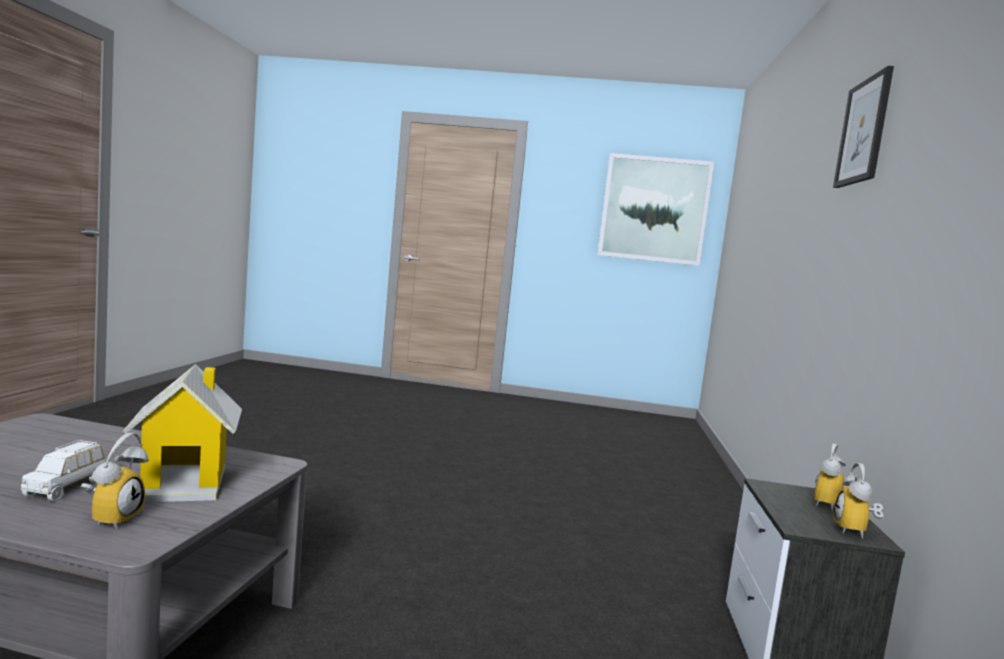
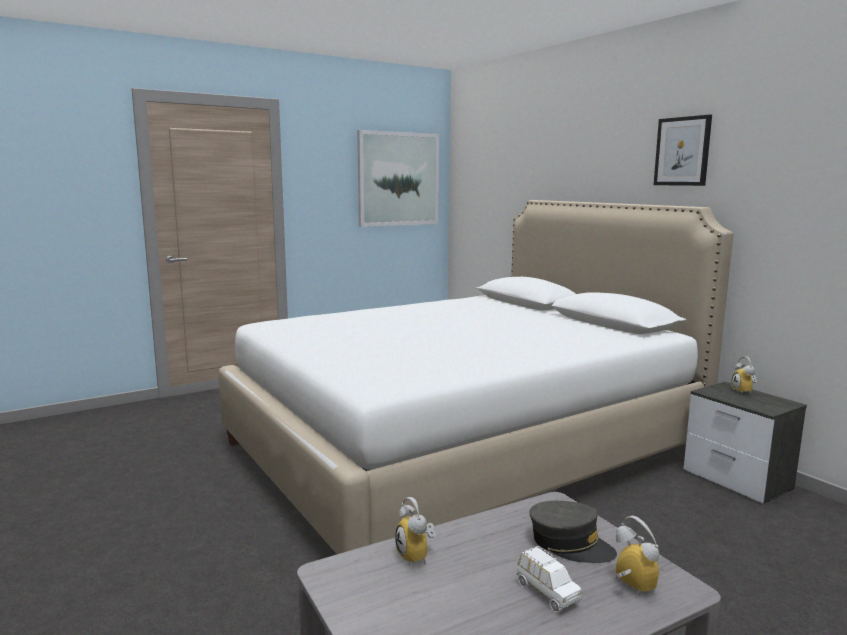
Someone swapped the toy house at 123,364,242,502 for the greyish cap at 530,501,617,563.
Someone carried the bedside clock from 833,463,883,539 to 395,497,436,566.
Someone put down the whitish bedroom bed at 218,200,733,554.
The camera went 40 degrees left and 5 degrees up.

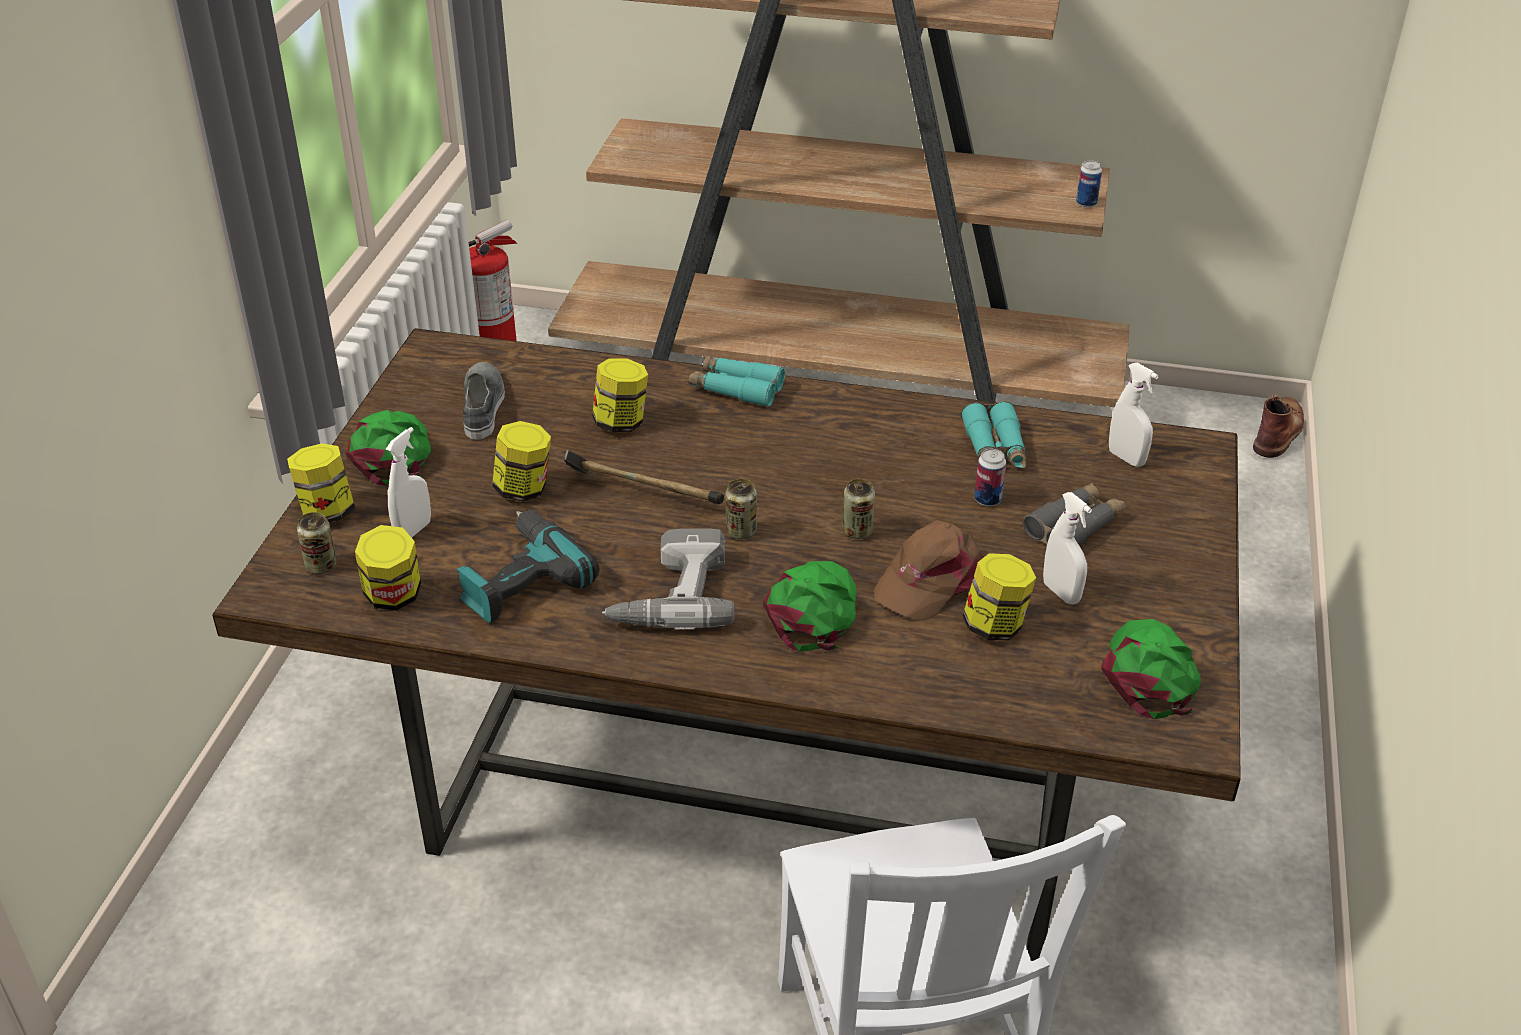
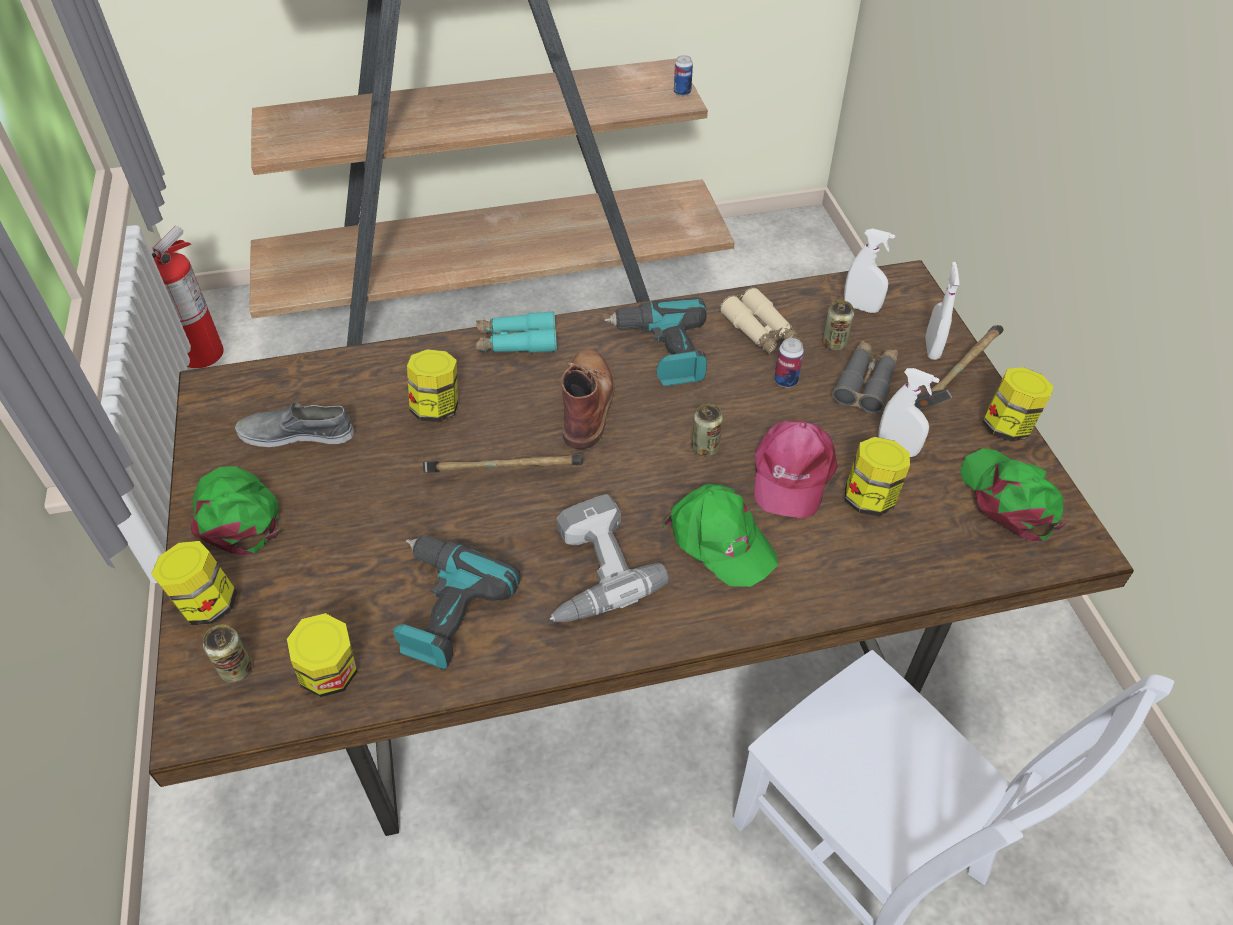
Someone rotated the greyish low shoe at 463,362,505,439 by 60 degrees counterclockwise.
Someone carried the brownish boot from 1253,394,1304,458 to 561,349,614,449.
Someone repainted the turquoise binoculars at 961,401,1027,469, which became the beige-coloured binoculars at 720,288,800,355.
Someone carried the storage jar from 492,421,551,502 to 983,367,1053,442.
Someone carried the whitish spray bottle from 386,427,431,538 to 925,262,960,360.
Someone carried the sealed can from 726,479,757,539 to 822,300,854,350.
Someone repainted the brownish cap at 874,520,982,621, which became the pinkish cap at 754,421,838,518.
Someone rotated the green-coloured cap at 763,561,857,652 by 150 degrees clockwise.
Someone put down the electric drill at 604,297,707,386.
Someone put down the hammer at 914,325,1004,409.
The camera went 25 degrees left and 10 degrees up.

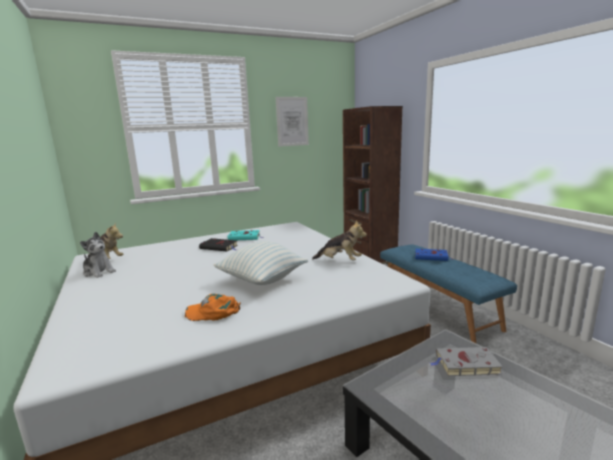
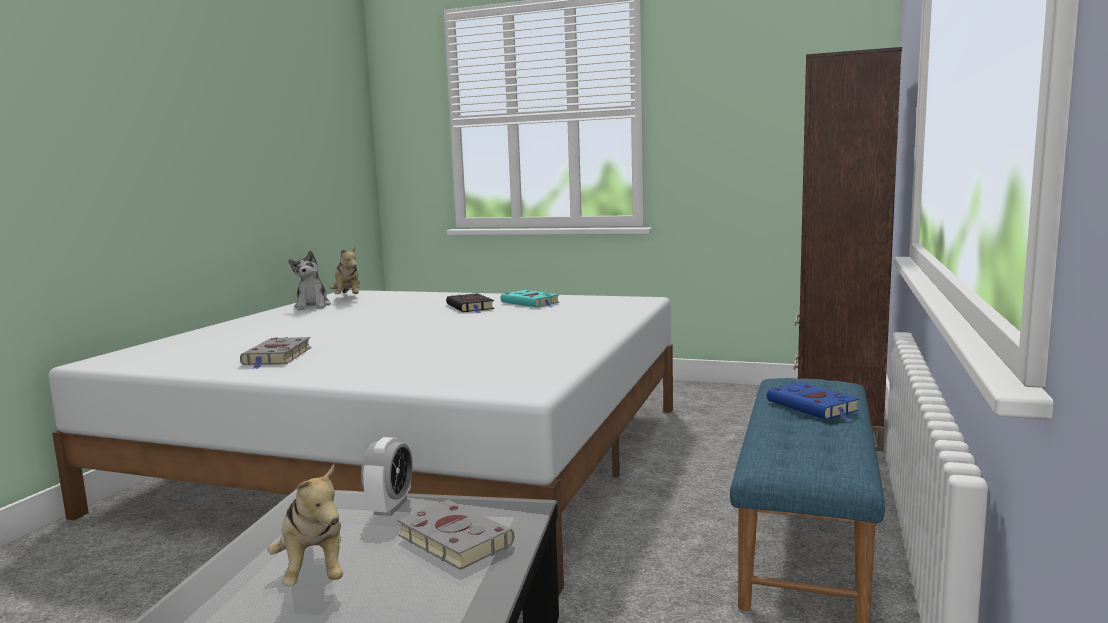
Someone took away the picture at 276,97,309,147.
Someone carried the plush toy from 312,220,367,261 to 267,464,343,586.
Someone took away the throw pillow at 214,241,308,285.
Someone swapped the orangey cap at 185,294,241,321 for the greyish volume at 240,337,312,369.
Someone put down the bedside clock at 361,437,413,516.
The camera went 45 degrees right and 5 degrees down.

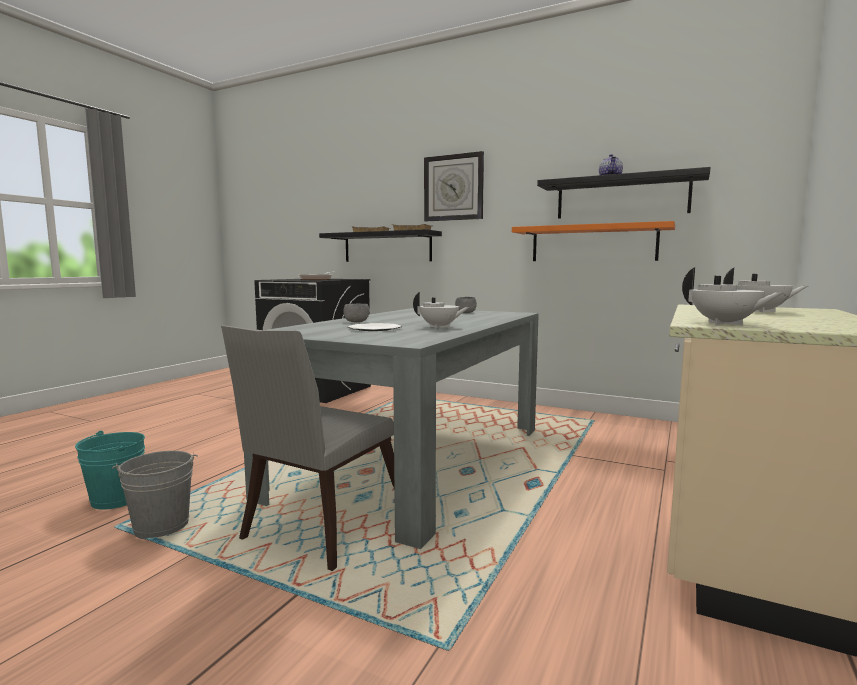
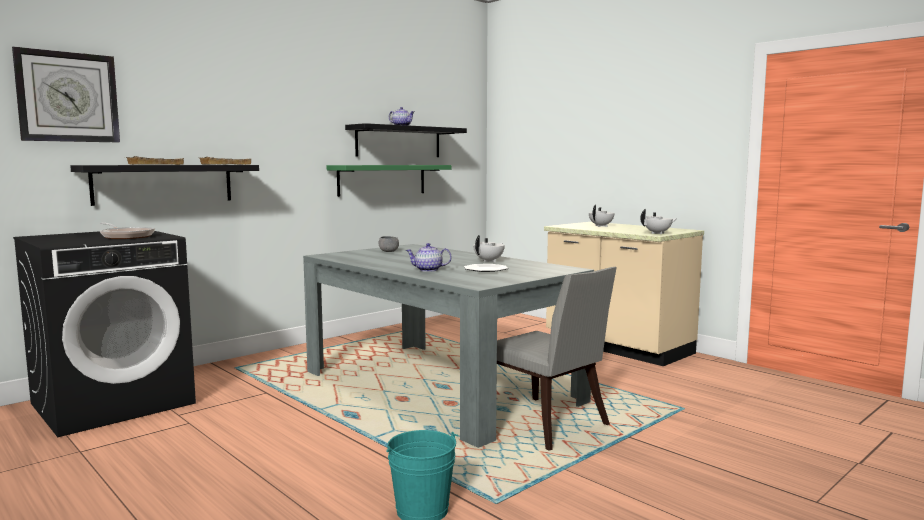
Someone carried the wall clock from 424,151,484,221 to 12,47,120,143.
Someone repainted the orangey shelf at 512,221,675,261, which became the green-coloured shelf at 327,165,452,197.
Someone swapped the greyish serving bowl at 343,304,370,323 for the tea pot at 406,243,452,272.
Someone took away the greyish water bucket at 112,451,198,540.
The camera went 70 degrees left and 0 degrees up.

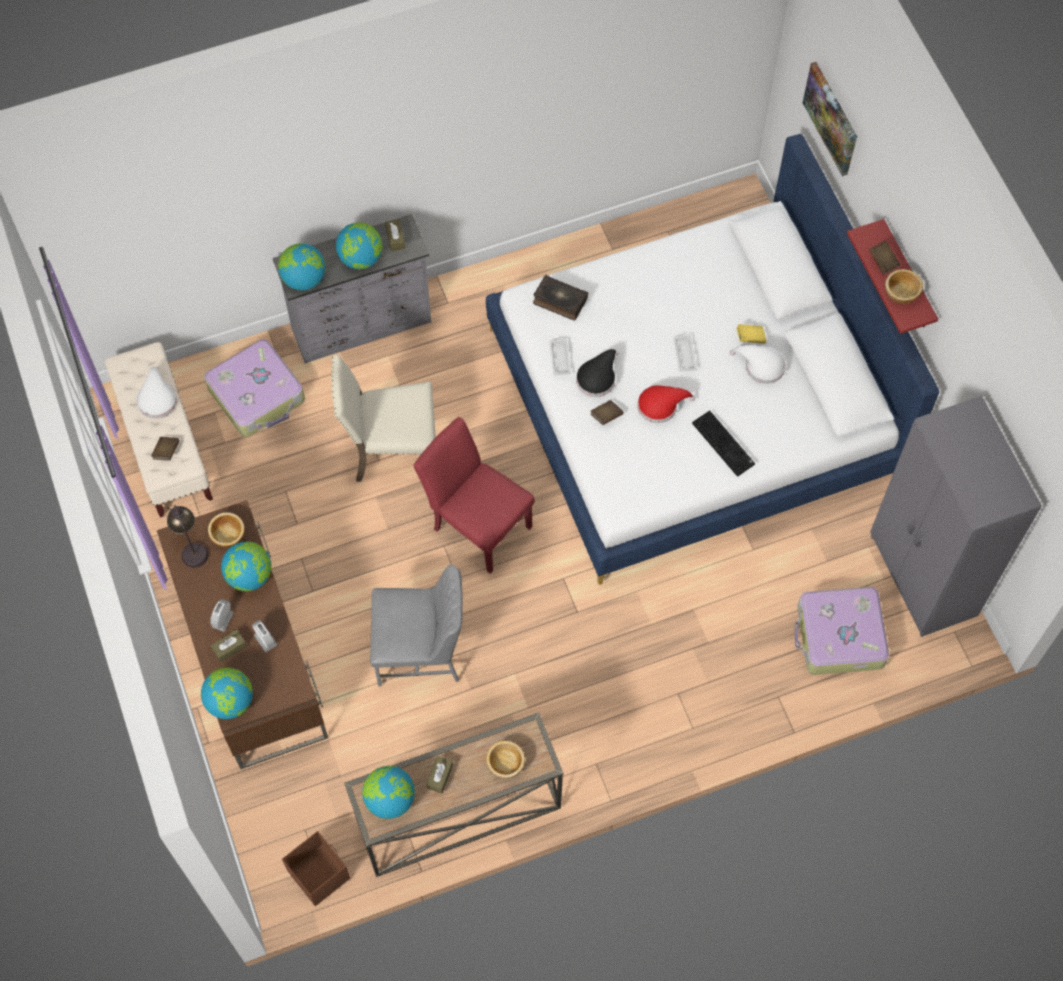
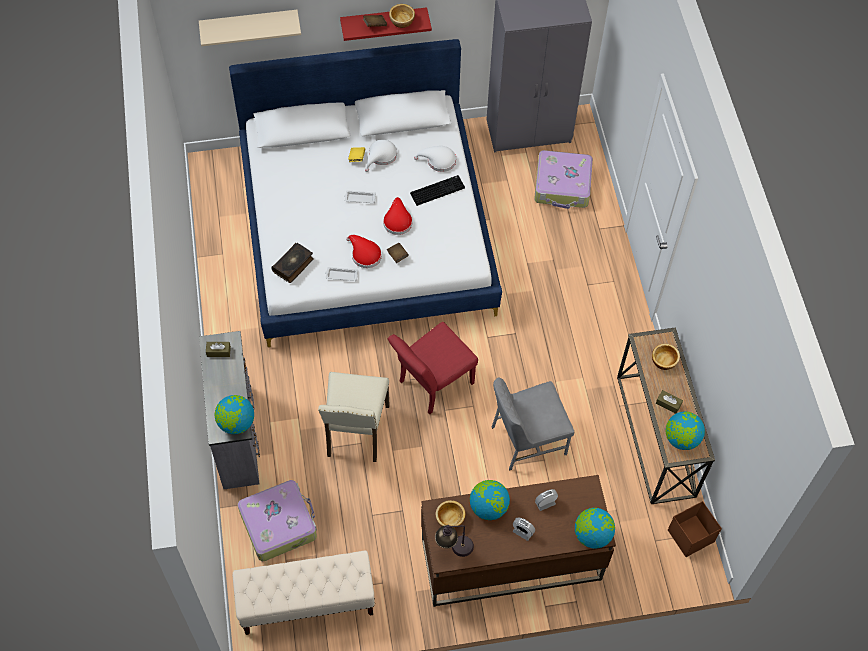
Someone swapped the picture at 803,62,857,176 for the beige-coloured shelf at 199,10,301,46.
Someone took away the globe at 336,222,382,269.
Someone repainted the black hat at 576,349,618,397, which became the red hat at 346,235,382,268.
Someone carried the whitish hat from 137,367,177,418 to 414,146,456,172.
Someone took away the brownish volume at 151,437,180,461.
Someone rotated the greyish chair at 370,565,463,686 by 120 degrees counterclockwise.
Someone took away the brownish box of tissues at 211,629,247,662.
The camera went 80 degrees left and 5 degrees down.

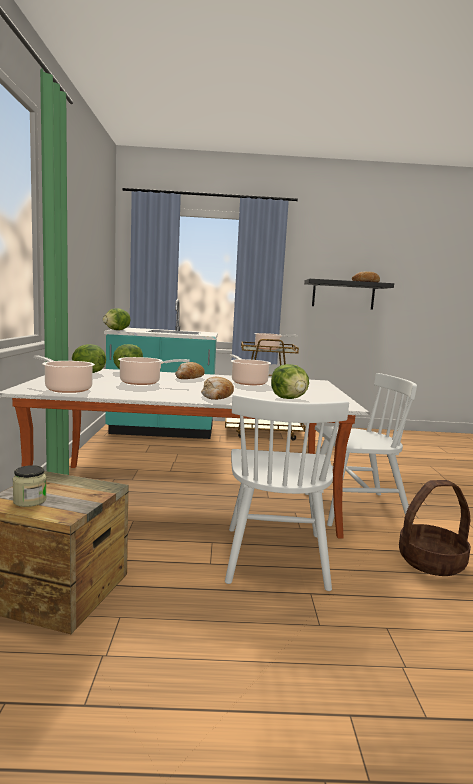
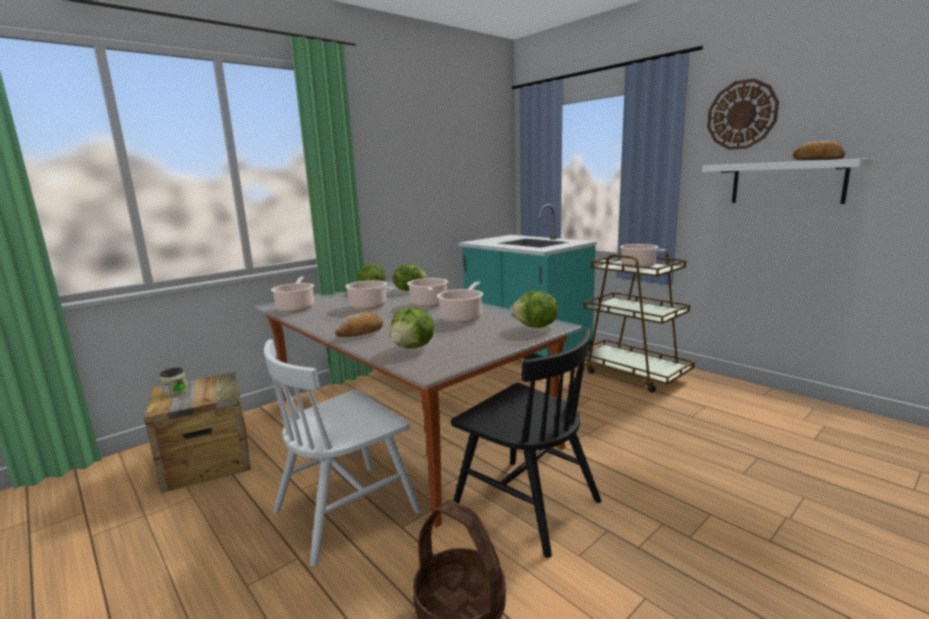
Someone repainted the black shelf at 304,279,394,309, which became the whitish shelf at 702,158,873,204.
Someone carried the head of lettuce from 103,308,130,330 to 510,291,558,328.
Someone swapped the bread at 175,362,205,379 for the stockpot at 407,278,448,307.
Someone repainted the whitish chair at 305,373,417,526, which became the black chair at 451,328,602,558.
Someone put up the wall clock at 707,78,779,150.
The camera went 50 degrees right and 5 degrees up.

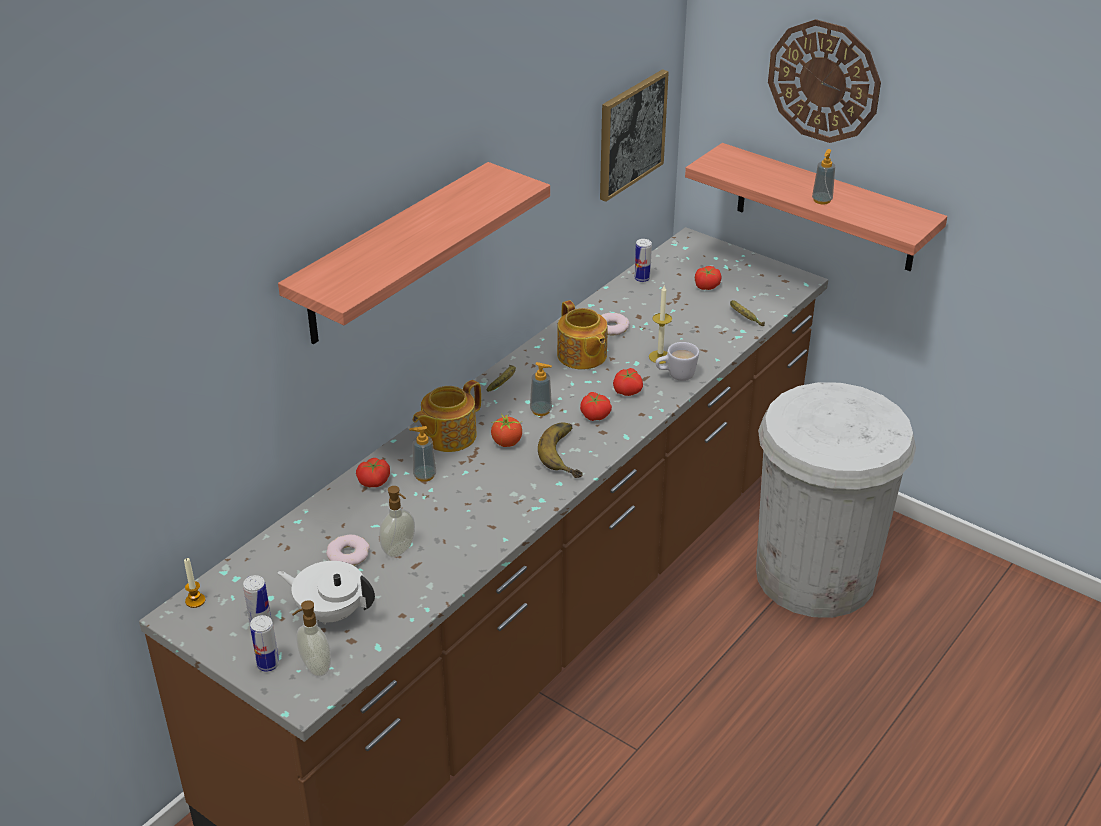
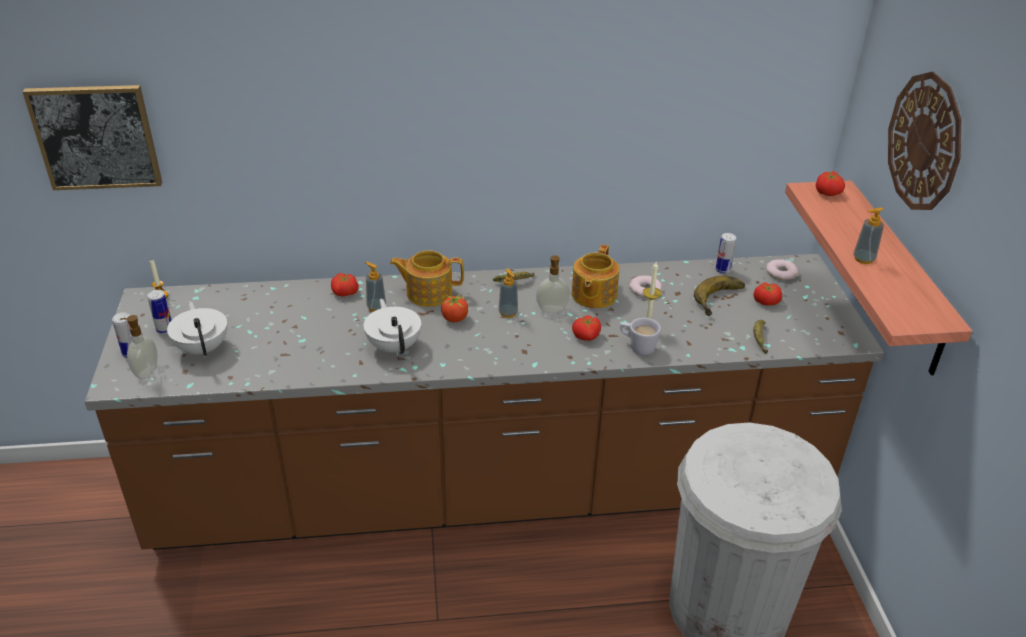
Someone carried the picture from 600,69,669,202 to 23,85,162,190.
Someone took away the shelf at 278,162,550,344.
Someone carried the tomato from 580,392,612,421 to 816,171,845,196.
Someone carried the banana from 538,422,583,478 to 694,276,745,316.
Someone carried the soap dispenser from 379,486,415,558 to 536,256,570,313.
Someone carried the doughnut from 326,535,370,566 to 766,259,798,280.
Someone put down the whitish tea pot at 364,299,421,355.
The camera went 45 degrees right and 0 degrees up.

